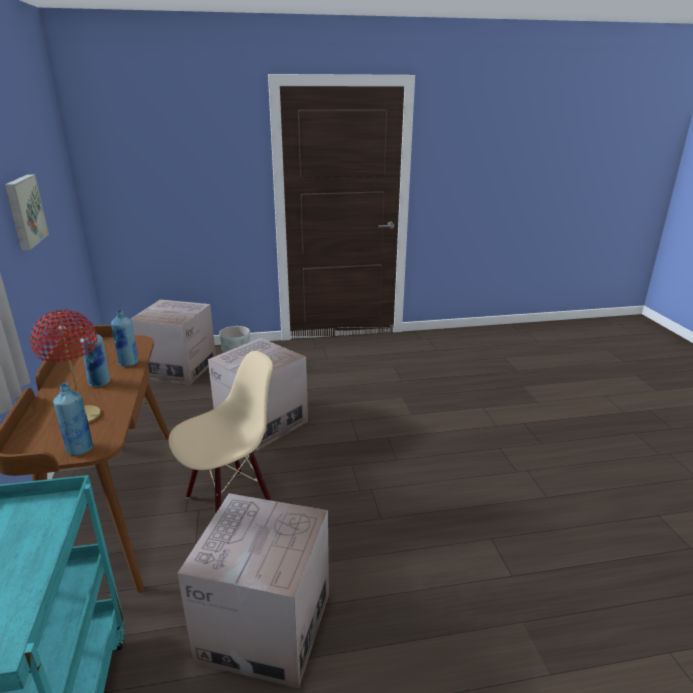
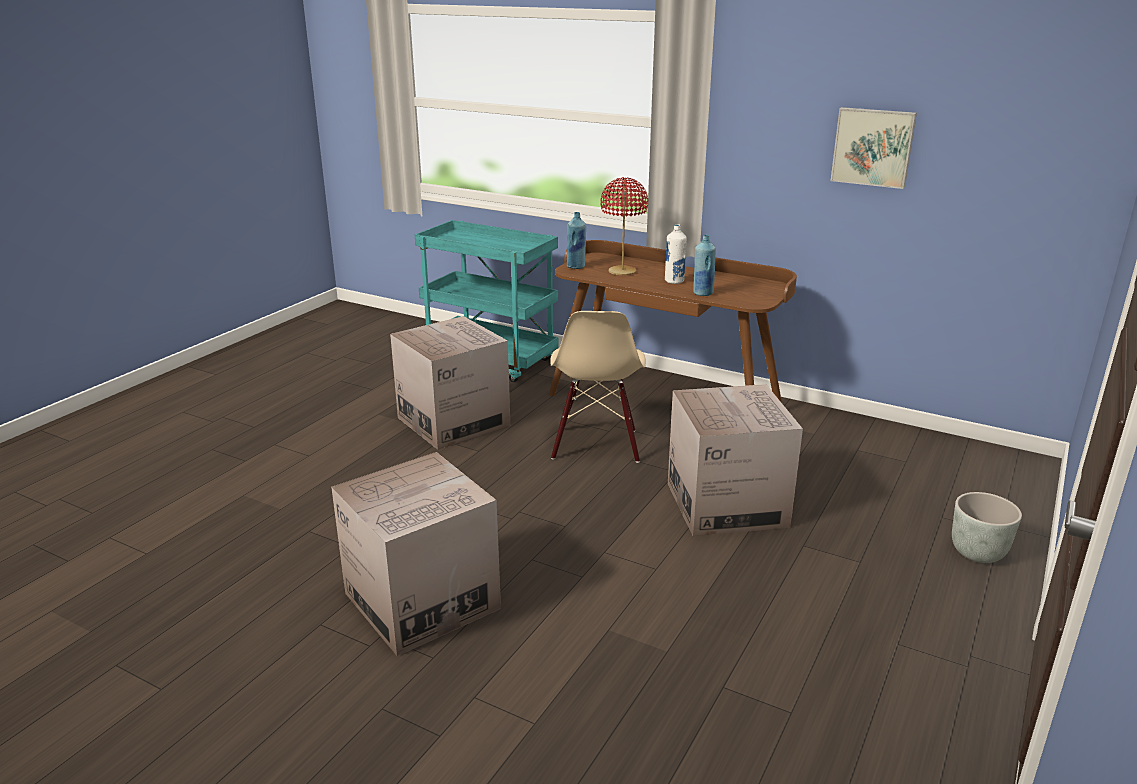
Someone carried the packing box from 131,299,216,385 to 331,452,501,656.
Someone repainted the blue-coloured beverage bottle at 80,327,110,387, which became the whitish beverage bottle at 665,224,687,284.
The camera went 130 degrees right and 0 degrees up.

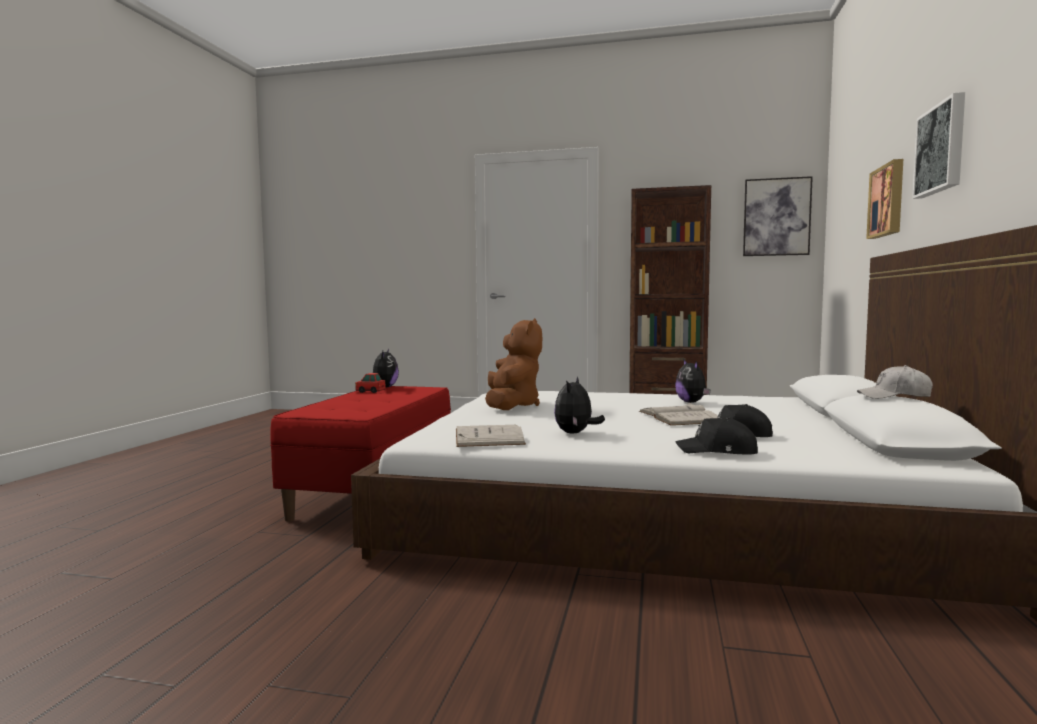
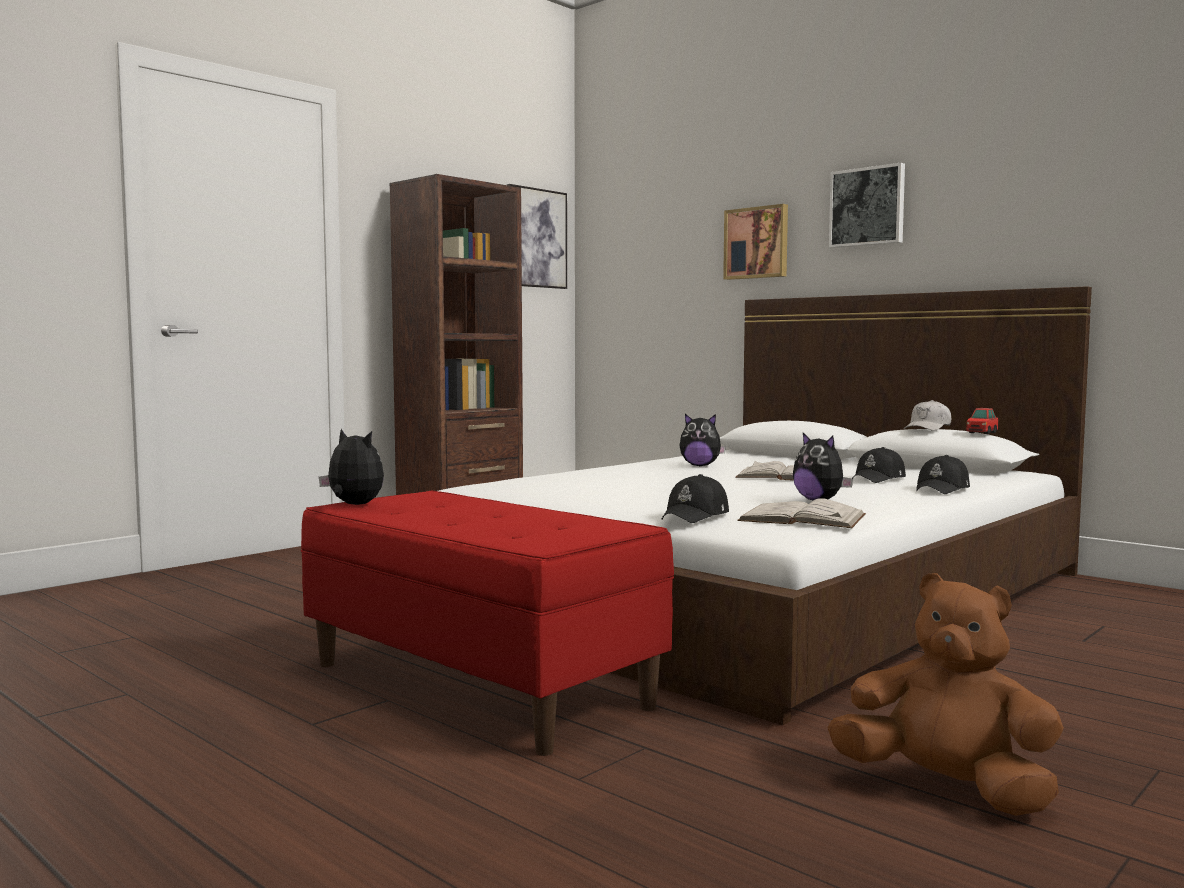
Someone carried the brownish plush toy from 485,318,542,410 to 827,573,1064,816.
Someone carried the model car from 355,373,386,393 to 966,408,999,434.
Someone put down the black cap at 661,474,729,523.
The camera went 60 degrees left and 0 degrees up.

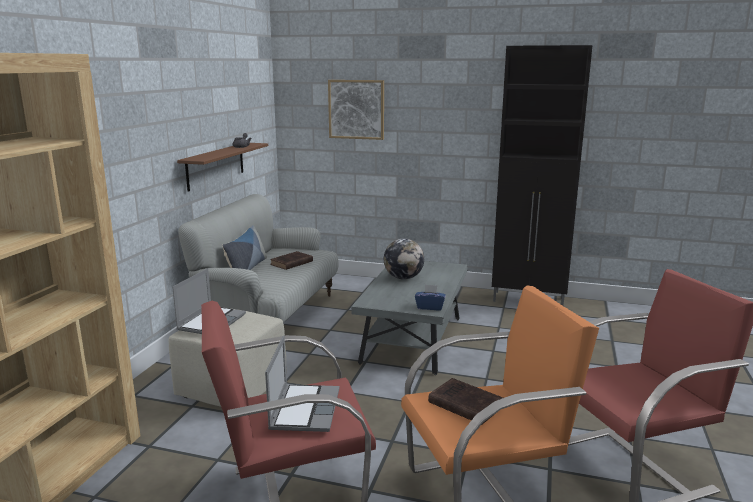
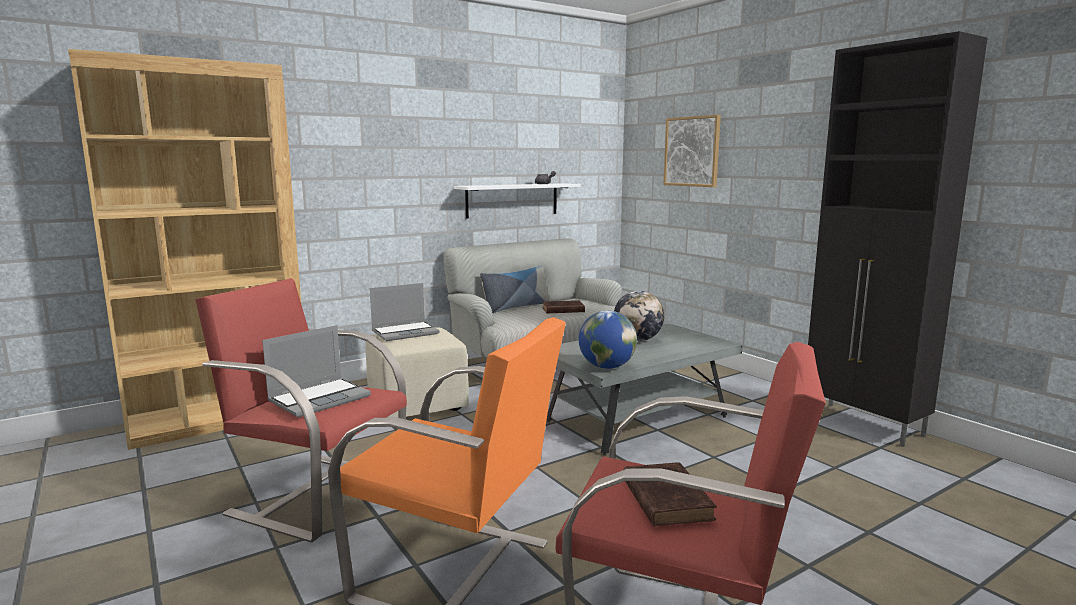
Someone repainted the brownish shelf at 177,143,268,192, which became the whitish shelf at 454,183,581,219.
Someone swapped the blue-coloured box of tissues at 415,284,446,310 for the globe at 579,311,637,369.
Someone carried the brownish volume from 428,378,503,425 to 623,462,717,527.
The camera went 40 degrees right and 5 degrees down.

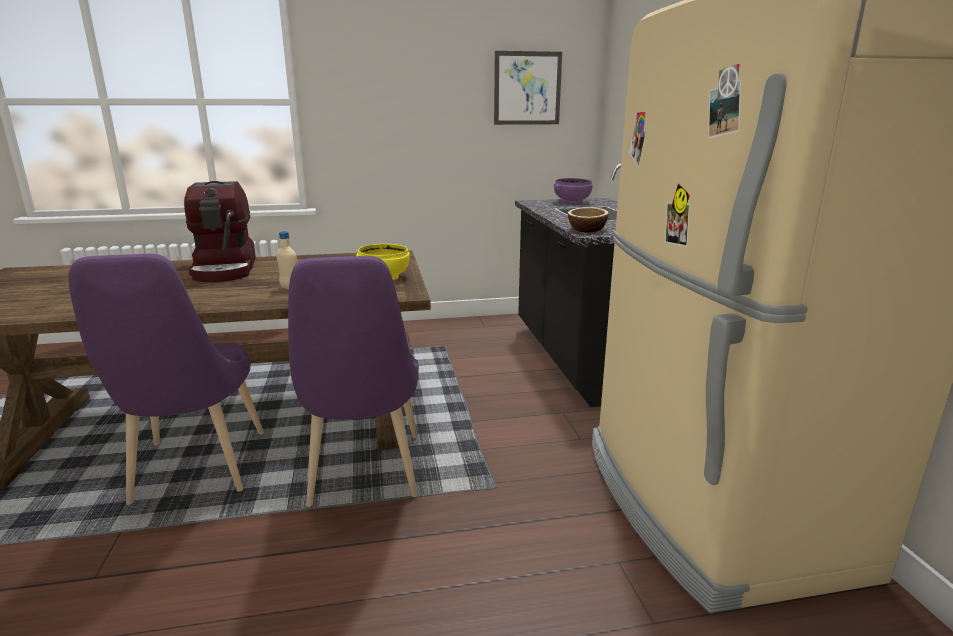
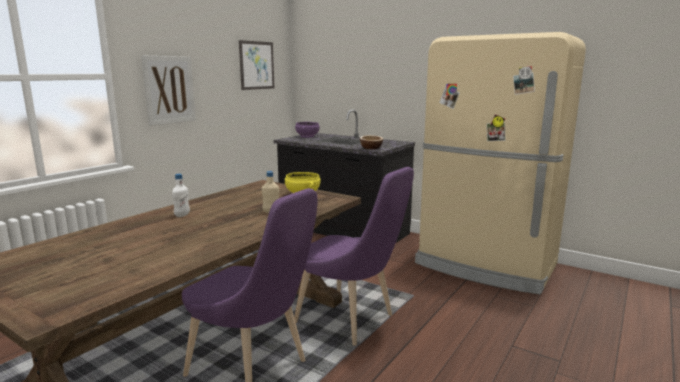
Someone swapped the coffee brewer at 184,181,256,282 for the whitish beverage bottle at 172,174,190,217.
Someone put up the picture at 141,55,196,126.
The camera went 45 degrees left and 5 degrees down.

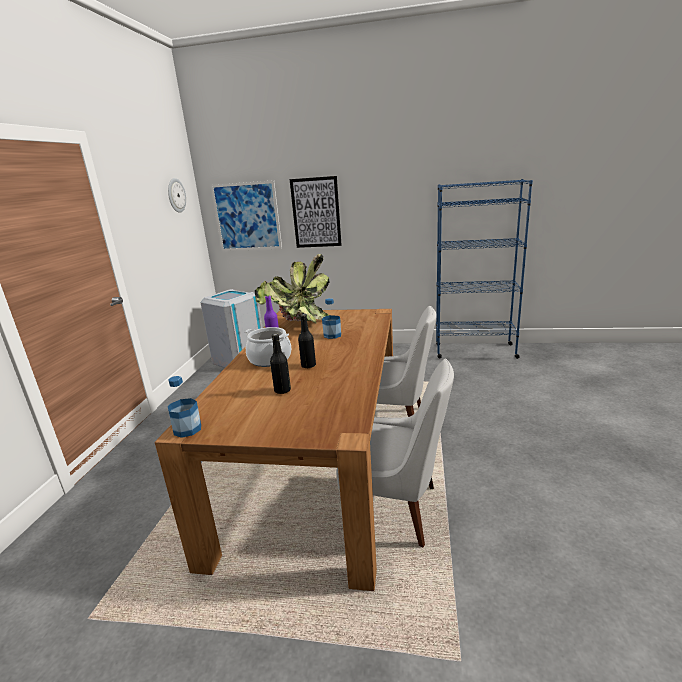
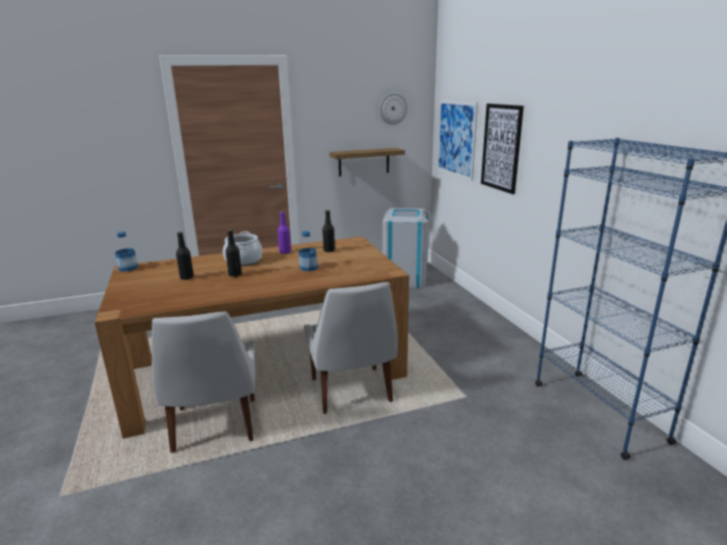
Someone swapped the plant in a pot at 255,254,330,323 for the black beverage bottle at 323,210,335,252.
Someone put up the shelf at 329,148,405,176.
The camera went 60 degrees right and 0 degrees up.

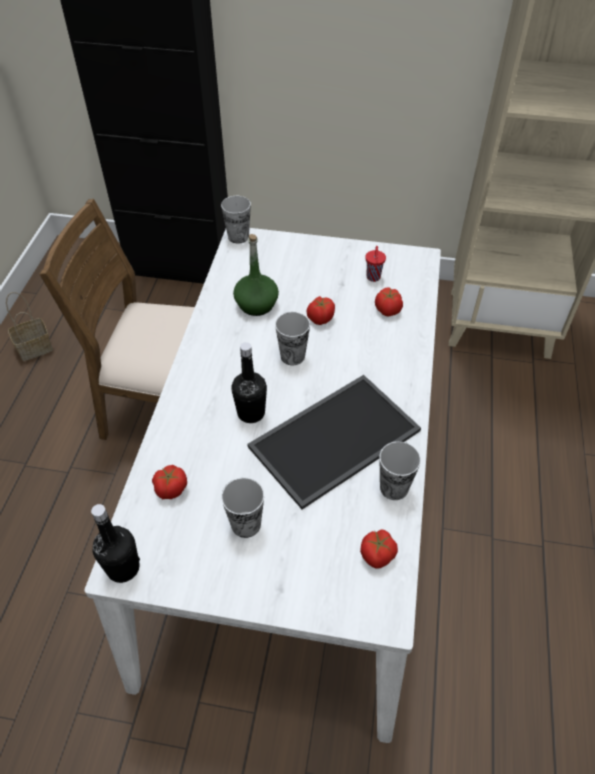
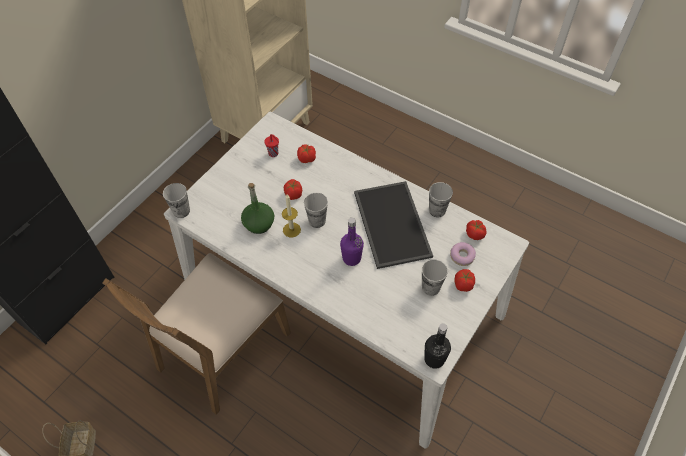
Someone repainted the black beverage bottle at 232,342,267,423, which became the purple-coloured beverage bottle at 340,218,364,266.
Someone carried the tomato from 152,465,187,499 to 454,269,475,292.
Someone put down the candle at 282,194,301,238.
Someone put down the doughnut at 450,242,476,266.
The camera went 65 degrees left and 5 degrees up.

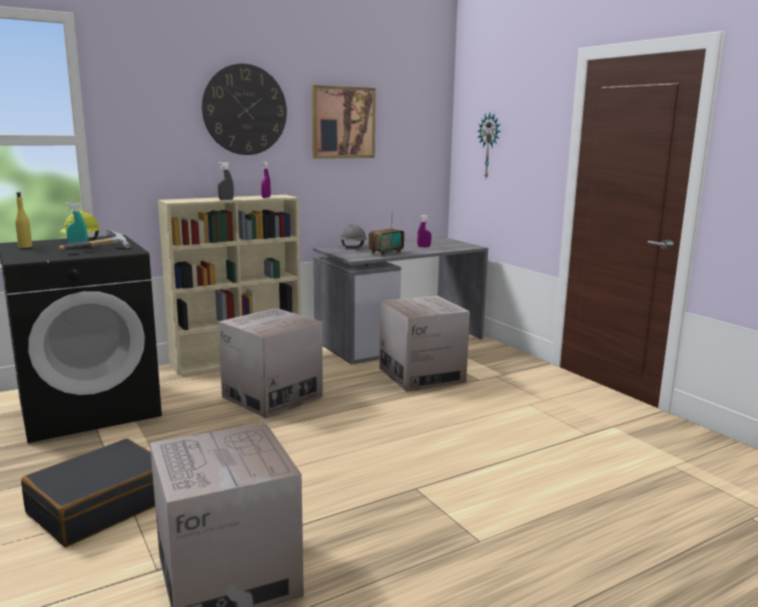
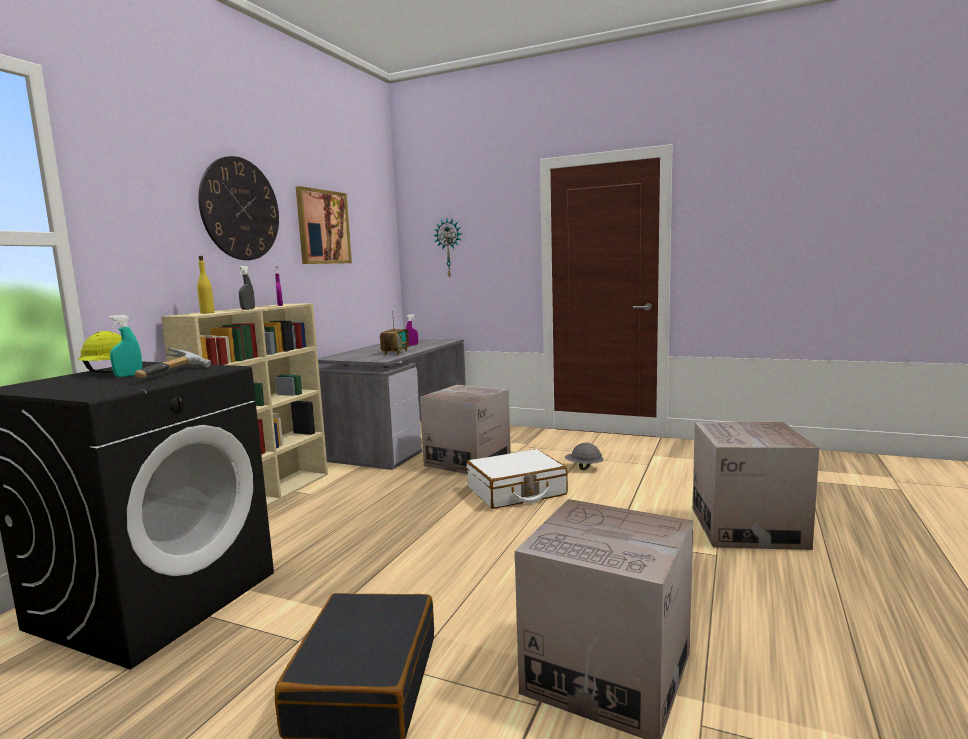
Someone carried the yellow-coloured beverage bottle from 15,192,32,248 to 197,256,215,314.
Someone carried the greyish work helmet from 339,225,367,248 to 565,443,604,470.
Someone carried the packing box from 218,308,323,419 to 693,422,819,550.
Someone put down the whitish piece of luggage at 467,449,568,509.
The camera went 35 degrees left and 5 degrees down.

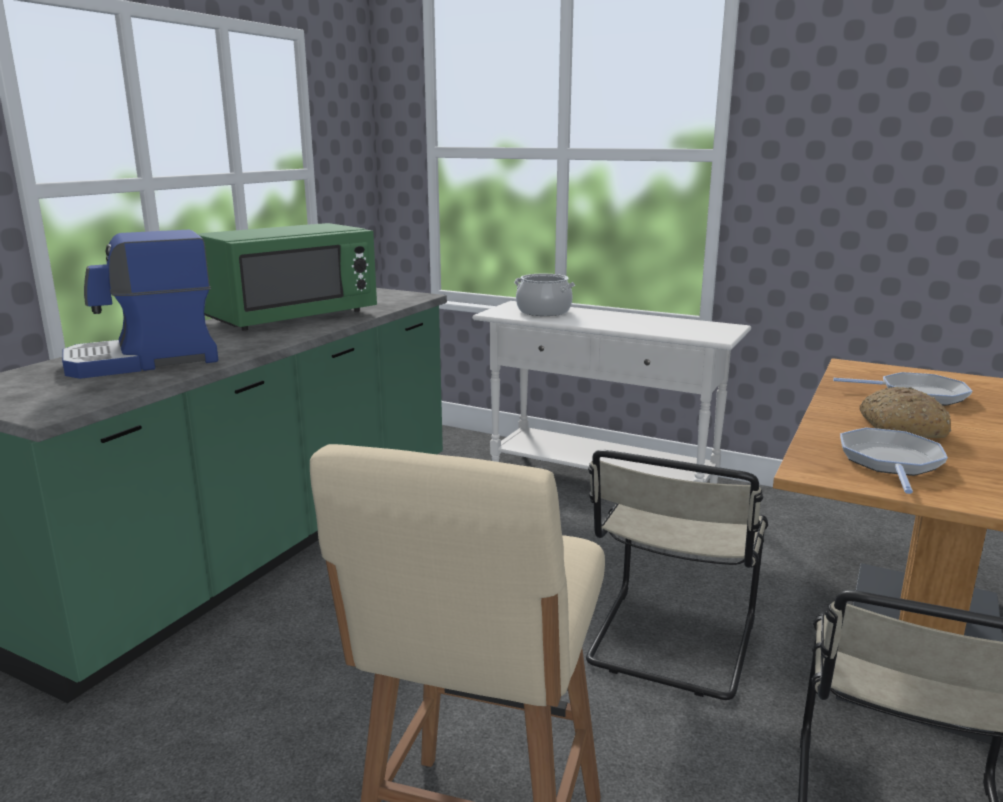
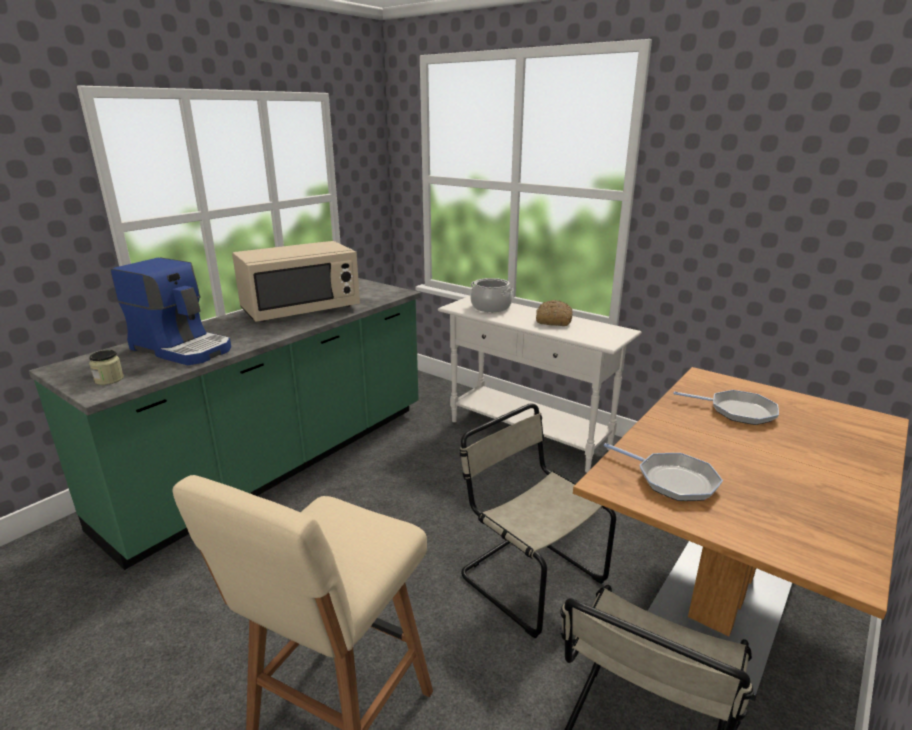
Someone repainted the green-coloured kitchen microwave at 197,223,377,331, which became the beige-coloured kitchen microwave at 232,241,360,322.
Someone rotated the coffee brewer at 62,229,218,379 by 135 degrees counterclockwise.
Someone carried the bread from 860,387,951,438 to 536,300,573,326.
Someone rotated the skillet at 840,428,948,494 by 105 degrees clockwise.
Someone rotated the beige-coloured chair at 586,450,768,700 by 105 degrees clockwise.
Someone put down the storage jar at 89,350,124,385.
The camera went 10 degrees right and 5 degrees up.

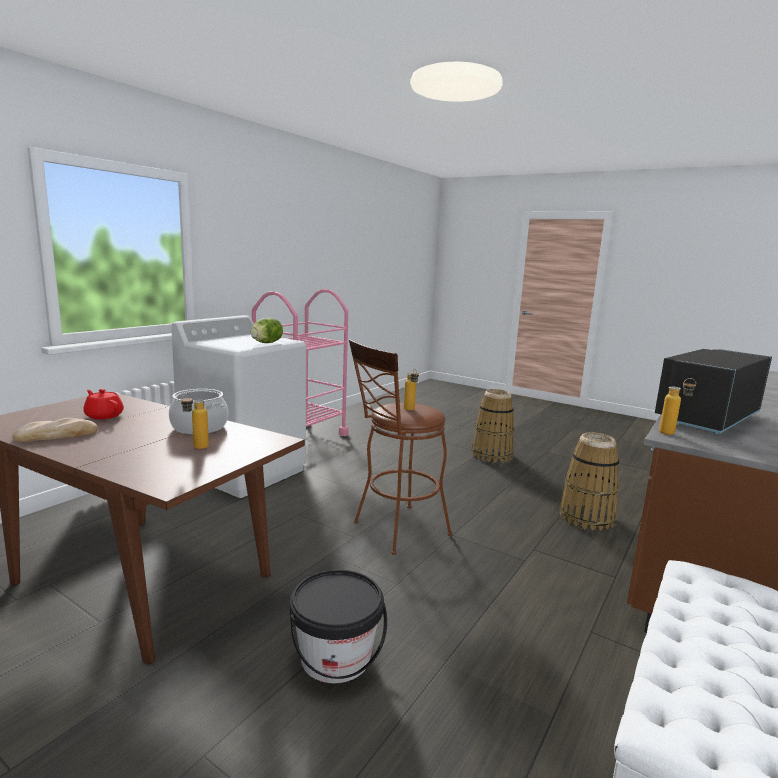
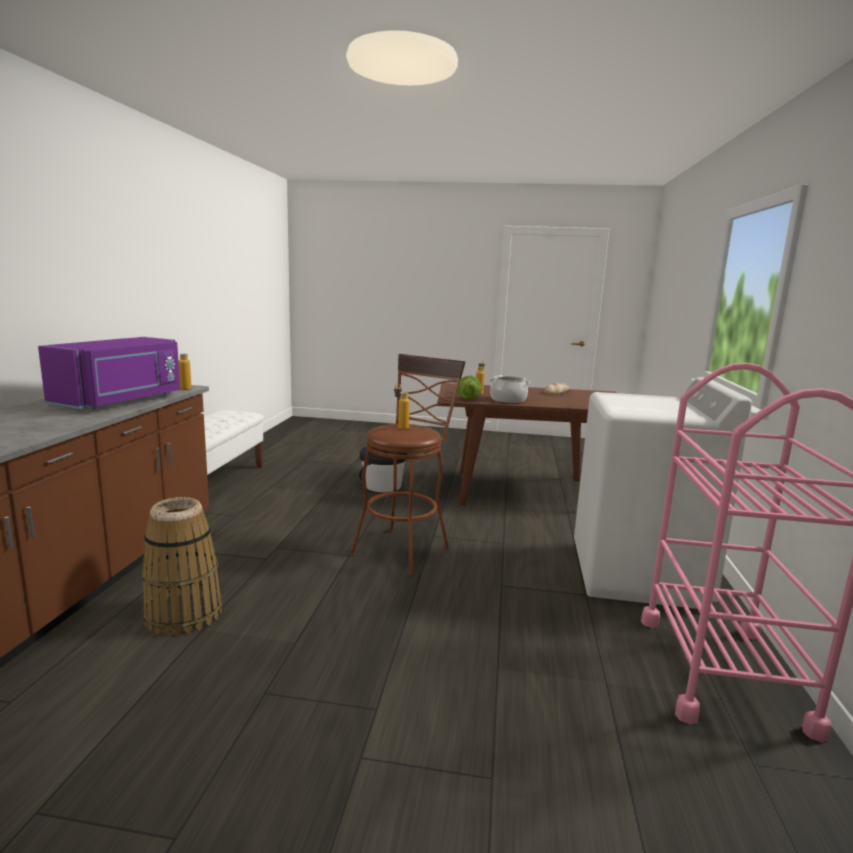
Someone carried the head of lettuce from 250,318,283,343 to 457,376,482,400.
Someone repainted the black kitchen microwave at 655,349,772,434, which became the purple-coloured kitchen microwave at 38,337,180,410.
Someone took away the red tea pot at 84,389,124,420.
Someone took away the storage basket at 472,389,514,463.
The camera went 155 degrees right and 0 degrees up.

